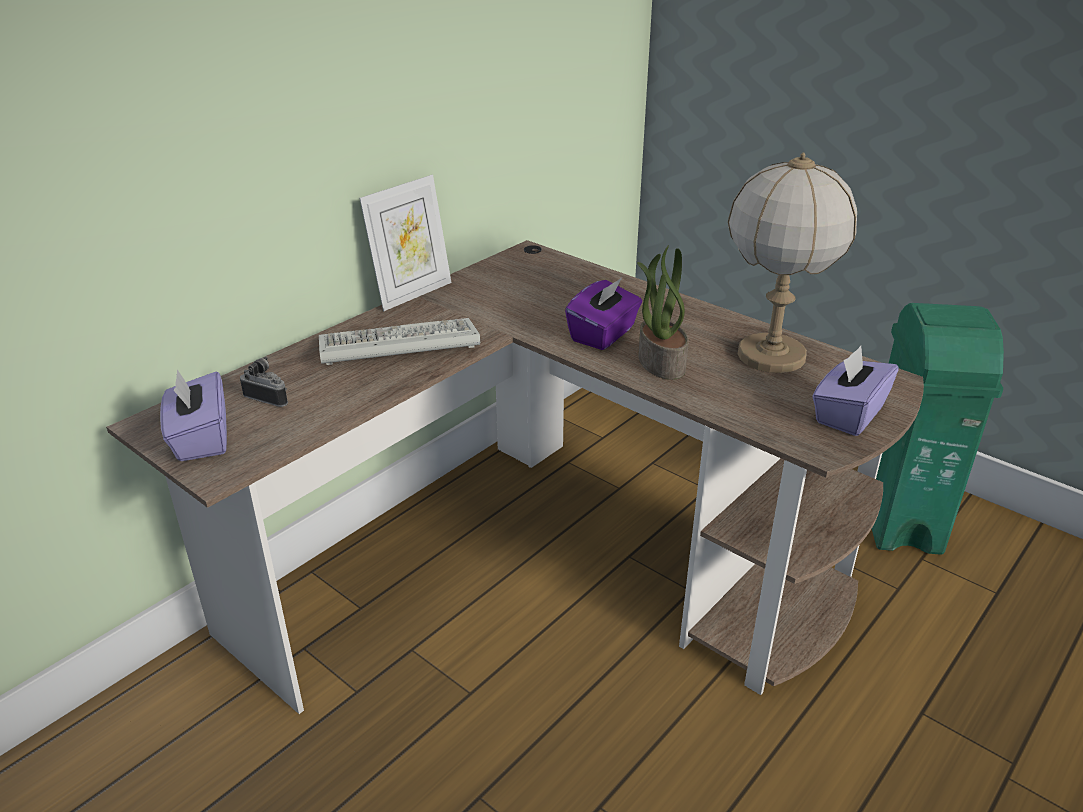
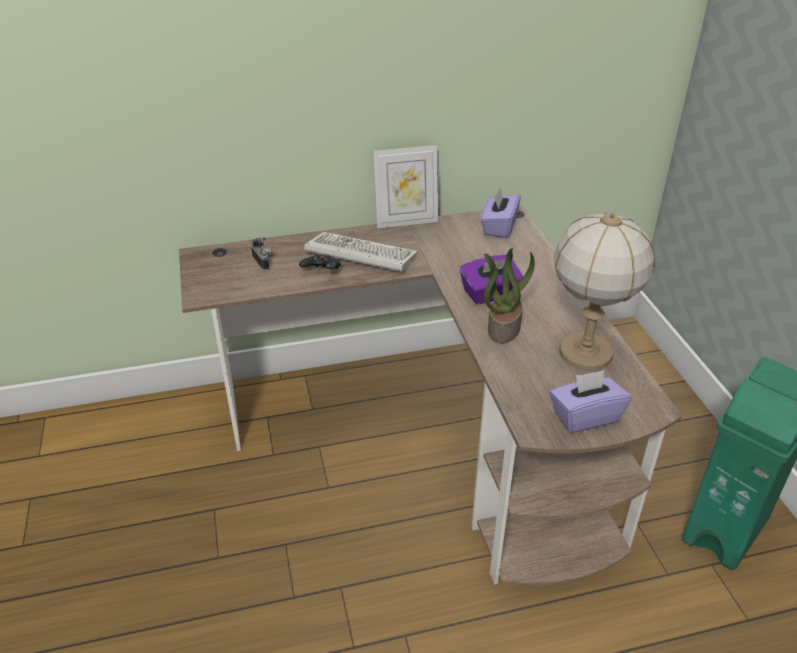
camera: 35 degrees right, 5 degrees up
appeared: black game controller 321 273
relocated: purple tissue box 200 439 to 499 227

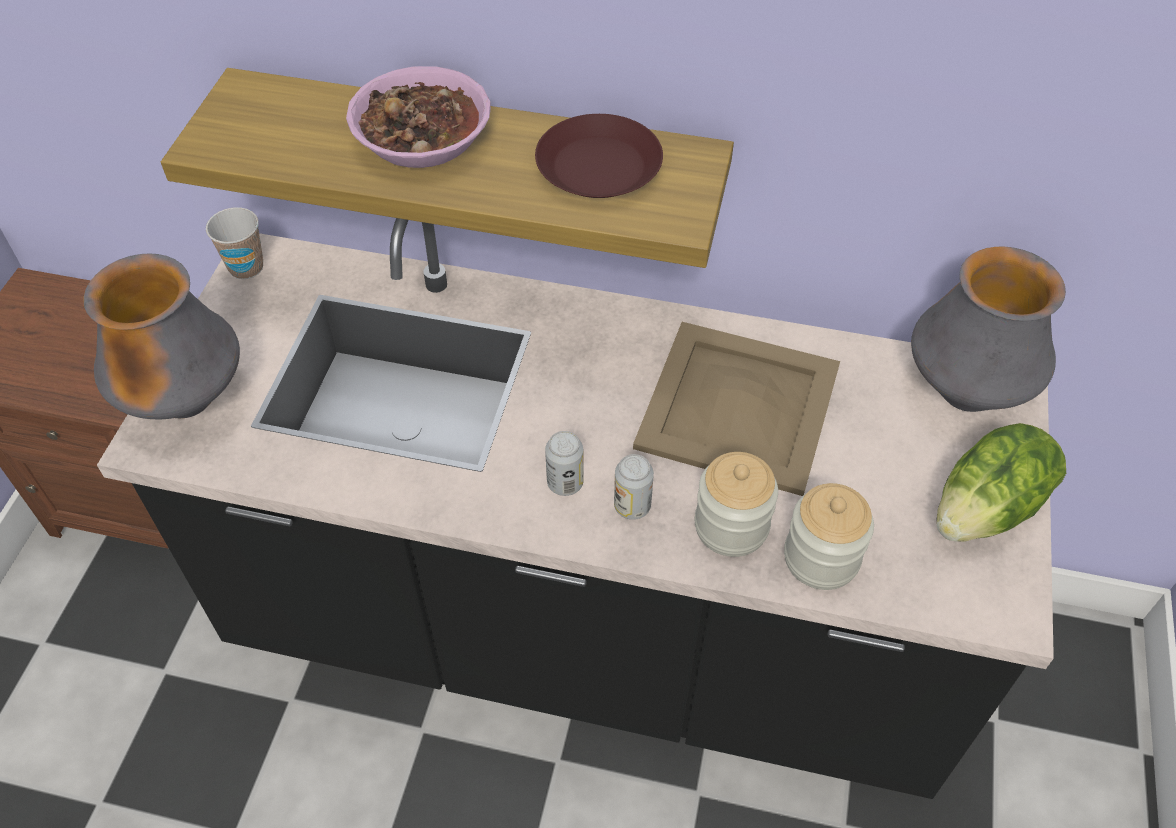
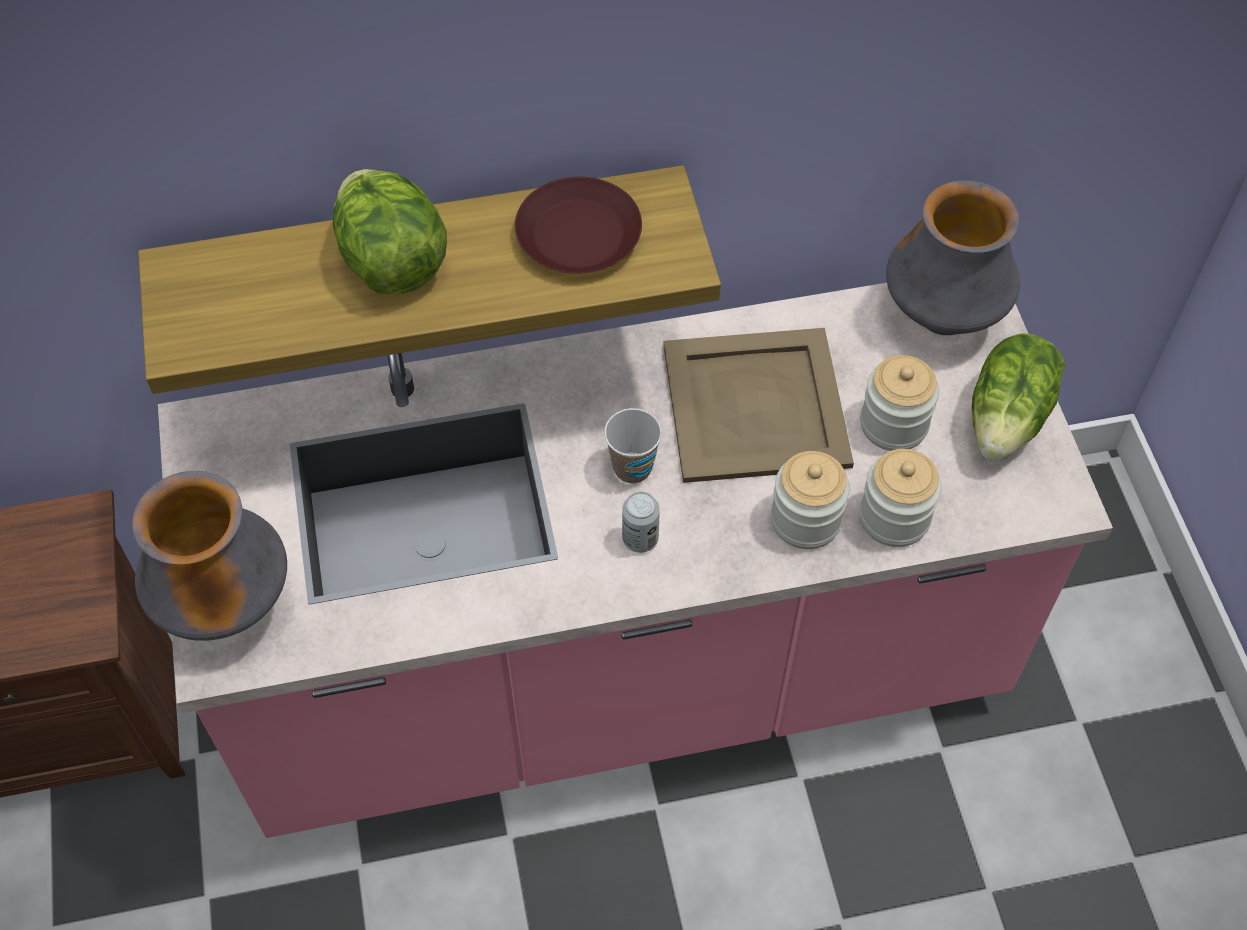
camera: 25 degrees left, 5 degrees up
missing: can 632 506
appeared: jar 893 424
relocated: cup 246 267 to 632 468
exchanged: bowl 421 138 to lettuce 392 262
colour: black counter 588 632 to pink counter 623 672

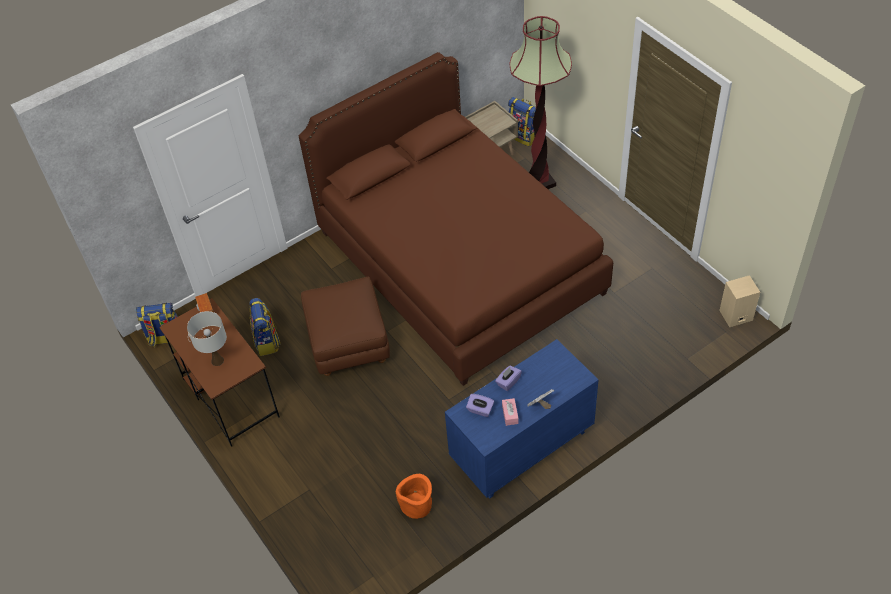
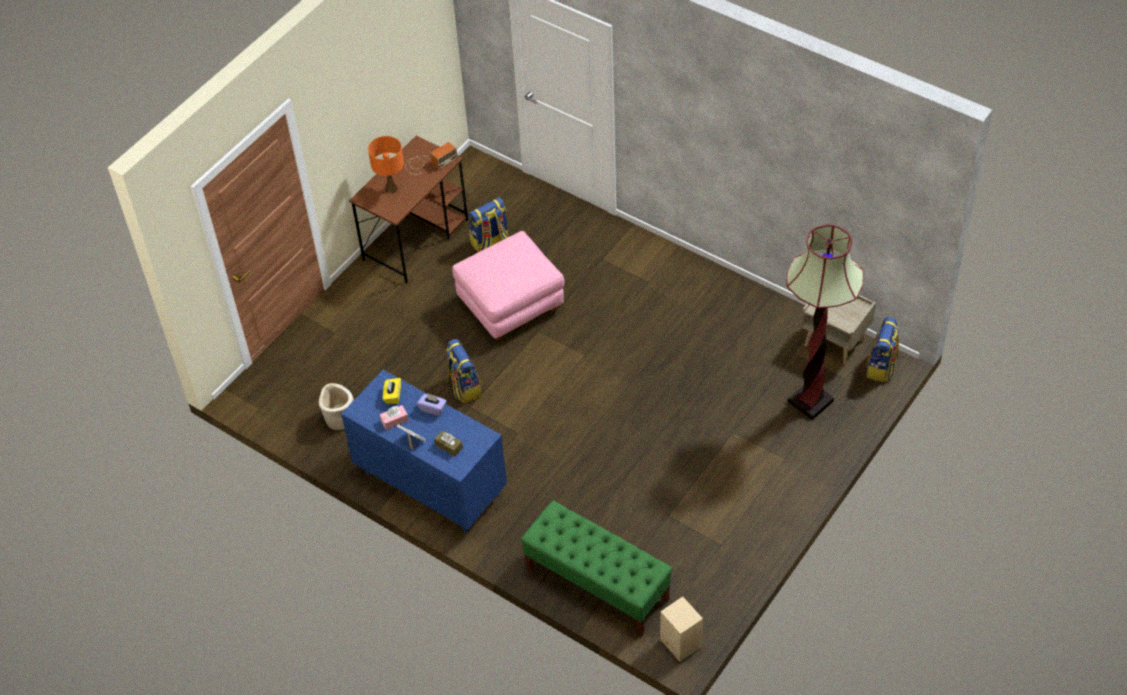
camera: 70 degrees right, 0 degrees up
missing: brown bed 459 262
appeared: brown tissue box 449 446; green bench 596 584
relocated: backpack 165 338 to 464 387
colour: white table lamp 217 361 to orange table lamp 391 189; brown ottoman 348 343 to pink ottoman 510 305; orange planter 416 506 to beige planter 340 418; purple tissue box 480 410 to yellow tissue box 393 396

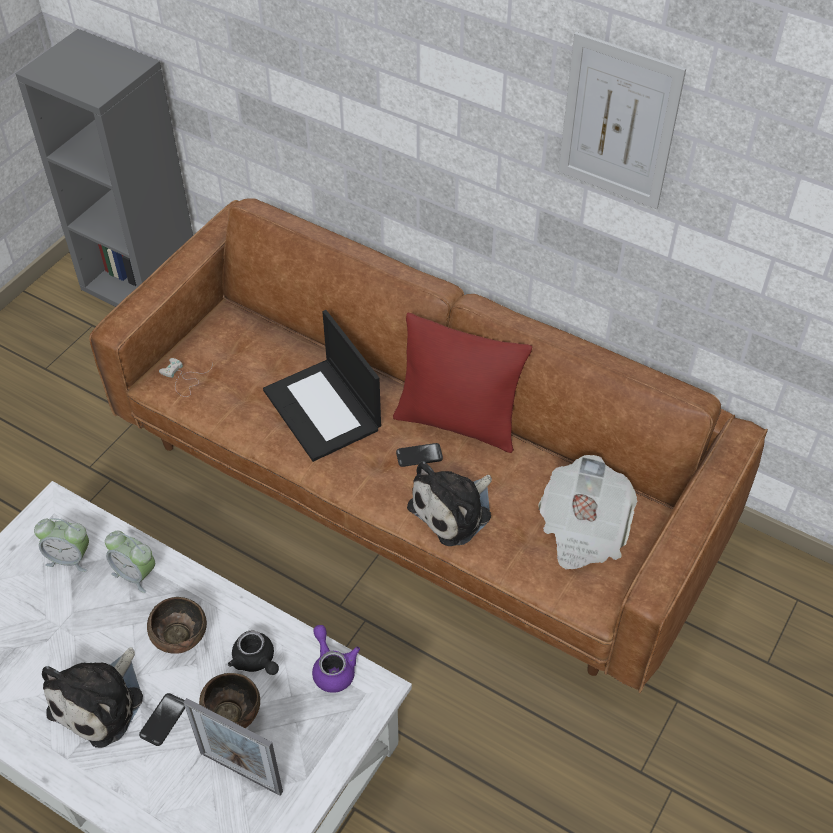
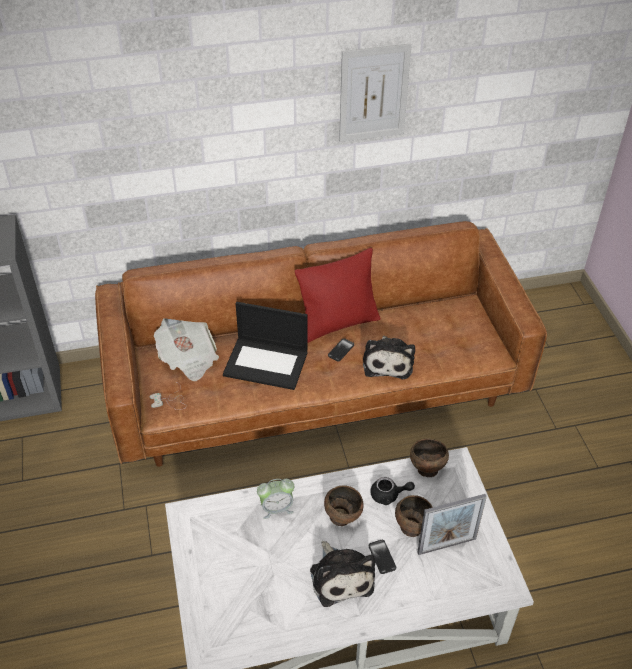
camera: 45 degrees left, 5 degrees down
missing: alarm clock 70 558
relocated: newspaper 583 530 to 188 358
exchanged: purple teapot 332 668 to brown bowl 426 469

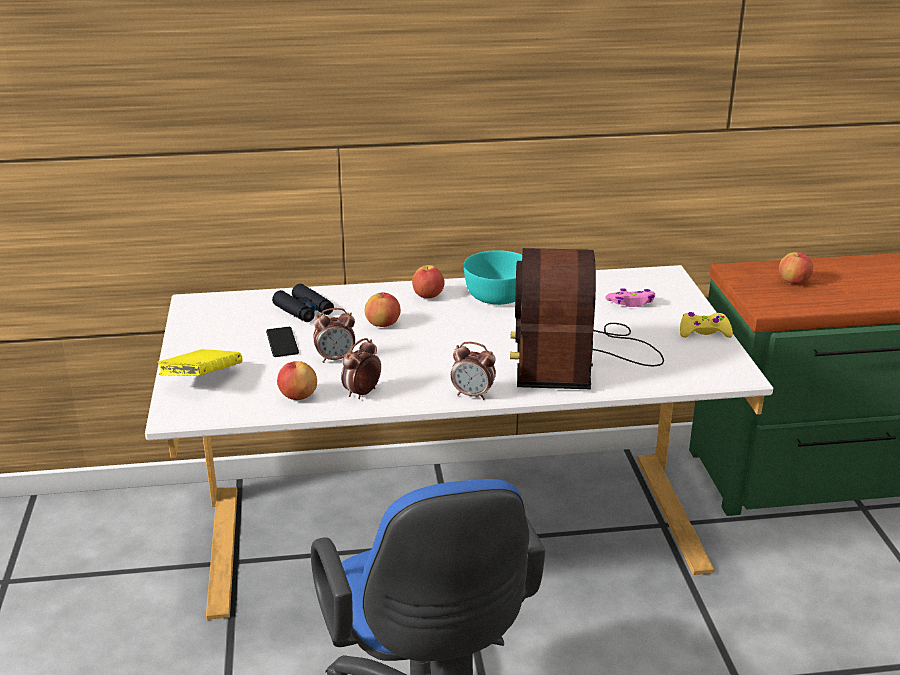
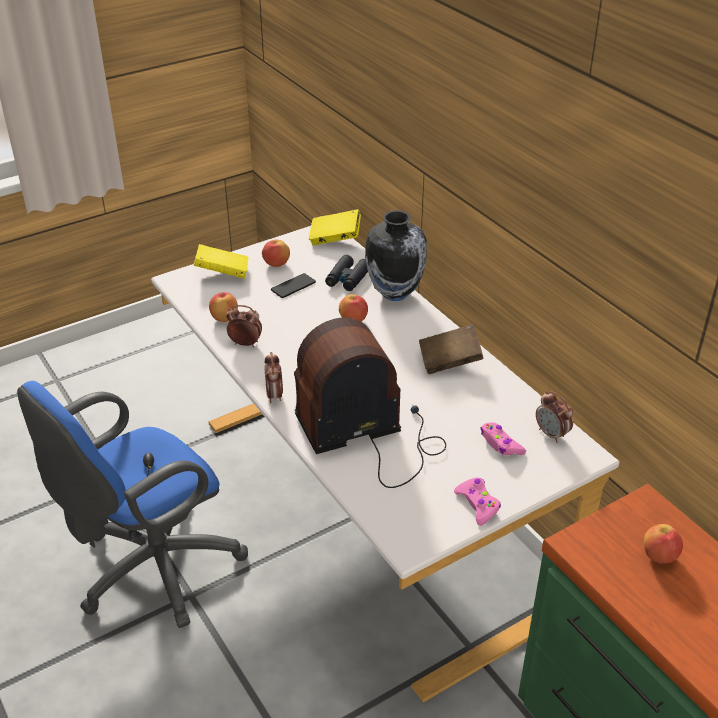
camera: 65 degrees right, 10 degrees up
appeared: yellow book 335 239; vase 395 293
relocated: alarm clock 335 358 to 551 434; apple 428 296 to 276 264
exchanged: turquoise bowl 496 295 to brown book 449 361
colour: yellow game controller 704 332 to pink game controller 478 504

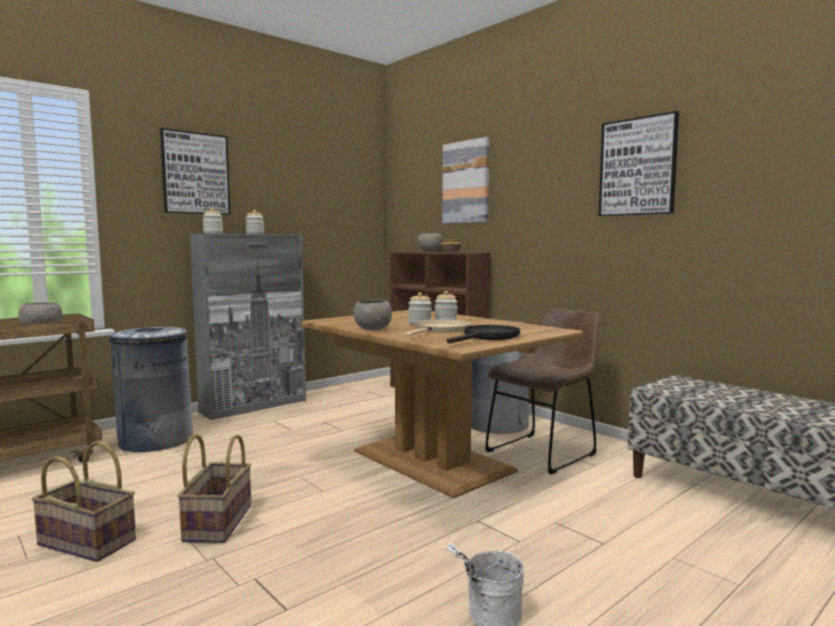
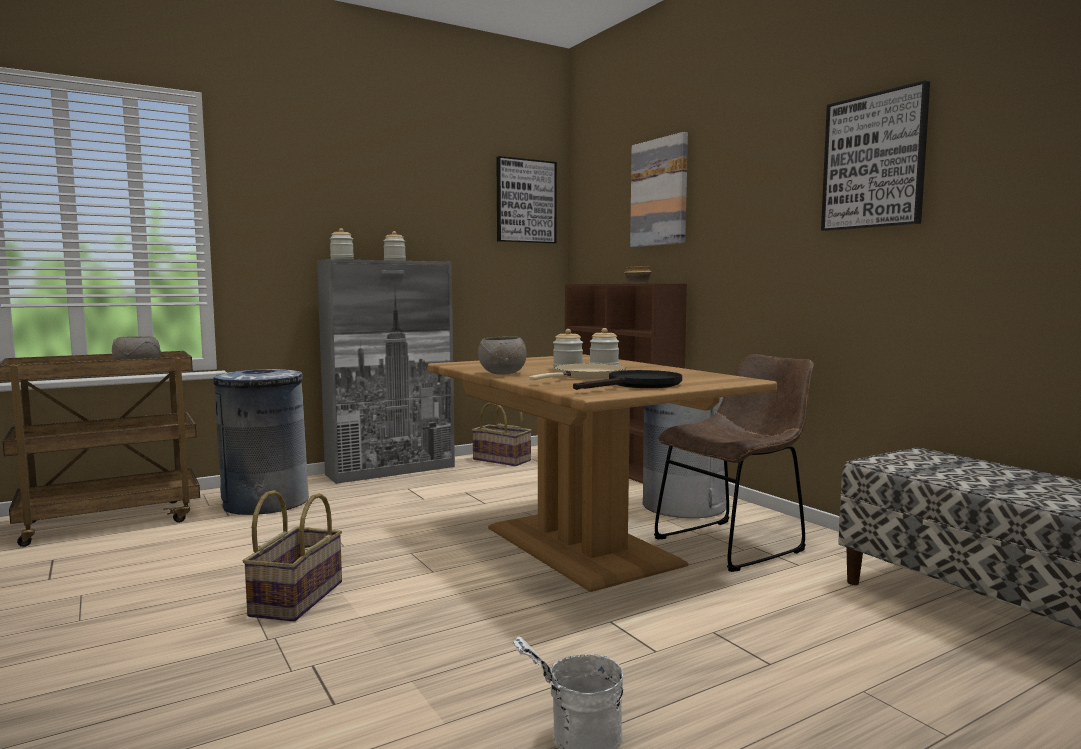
camera: 10 degrees right, 0 degrees up
missing: grey bowl 430 251
relocated: basket 88 542 to 502 460; picture 195 173 to 525 201

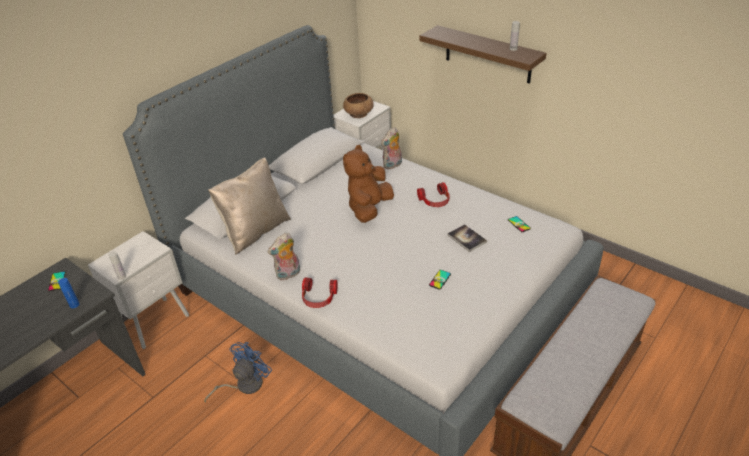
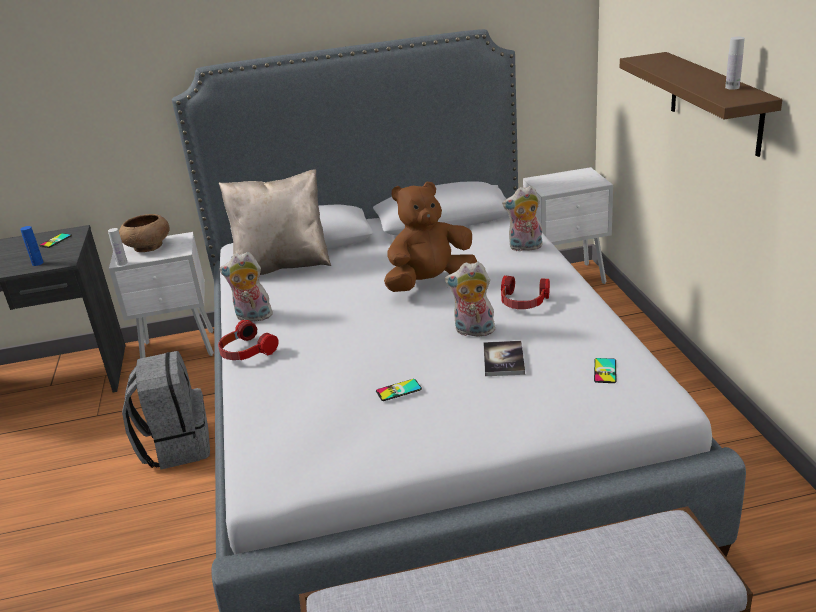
camera: 40 degrees right, 10 degrees down
appeared: plush toy 473 332
relocated: brown bowl 358 114 to 148 246
exchanged: blue fan 244 385 to grey backpack 176 446

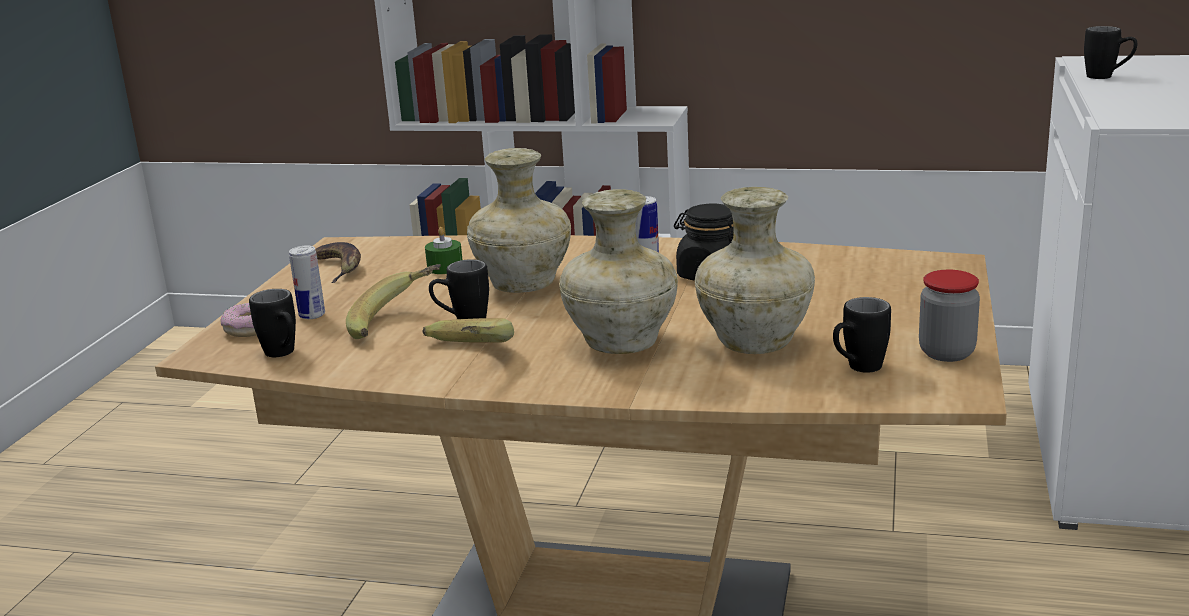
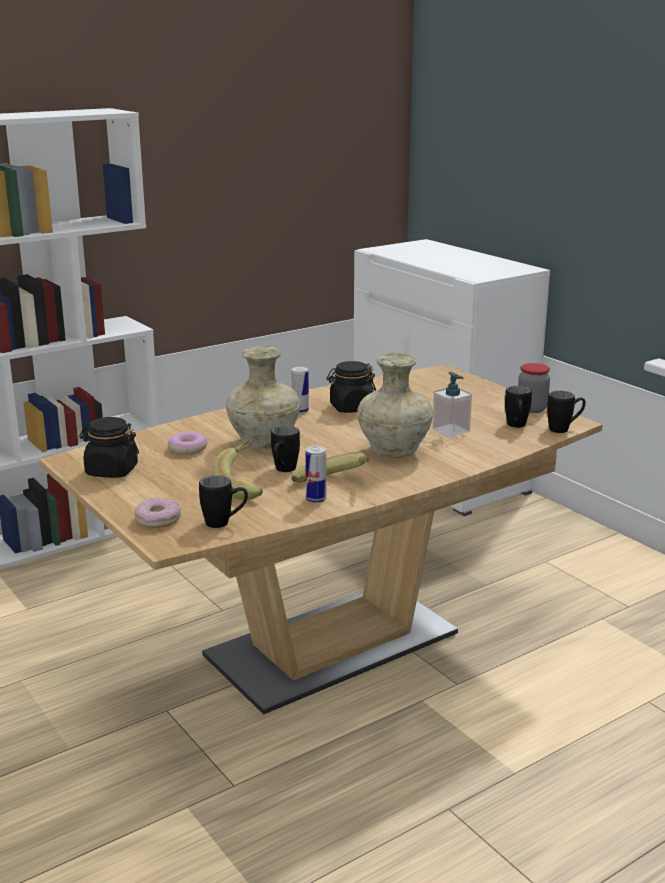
camera: 50 degrees left, 0 degrees up
relocated: can 312 315 to 316 499; black mug 1107 77 to 564 429
exchanged: banana 338 267 to black jar 111 471; green candle 445 267 to donut 187 449; beige vase 756 342 to soap dispenser 451 430

